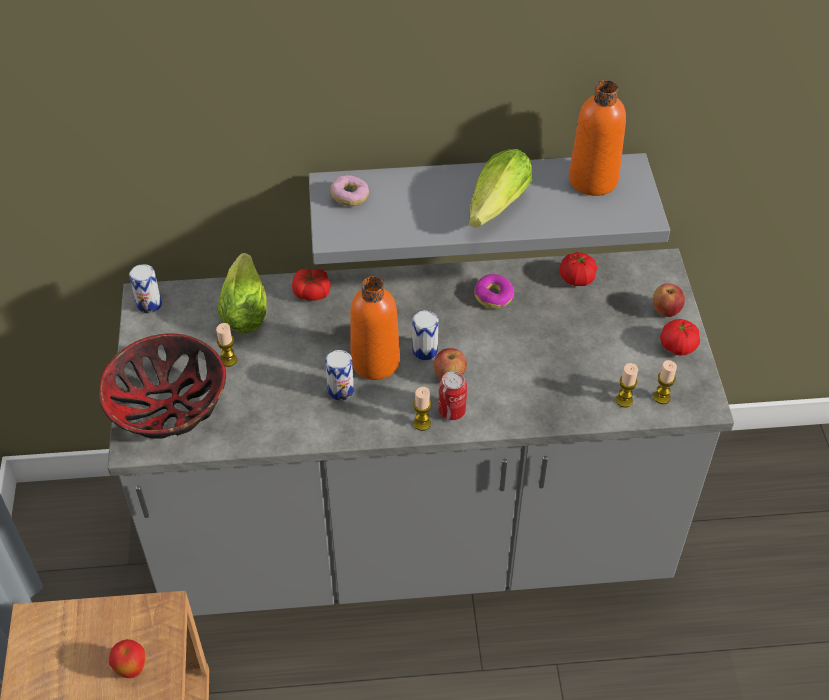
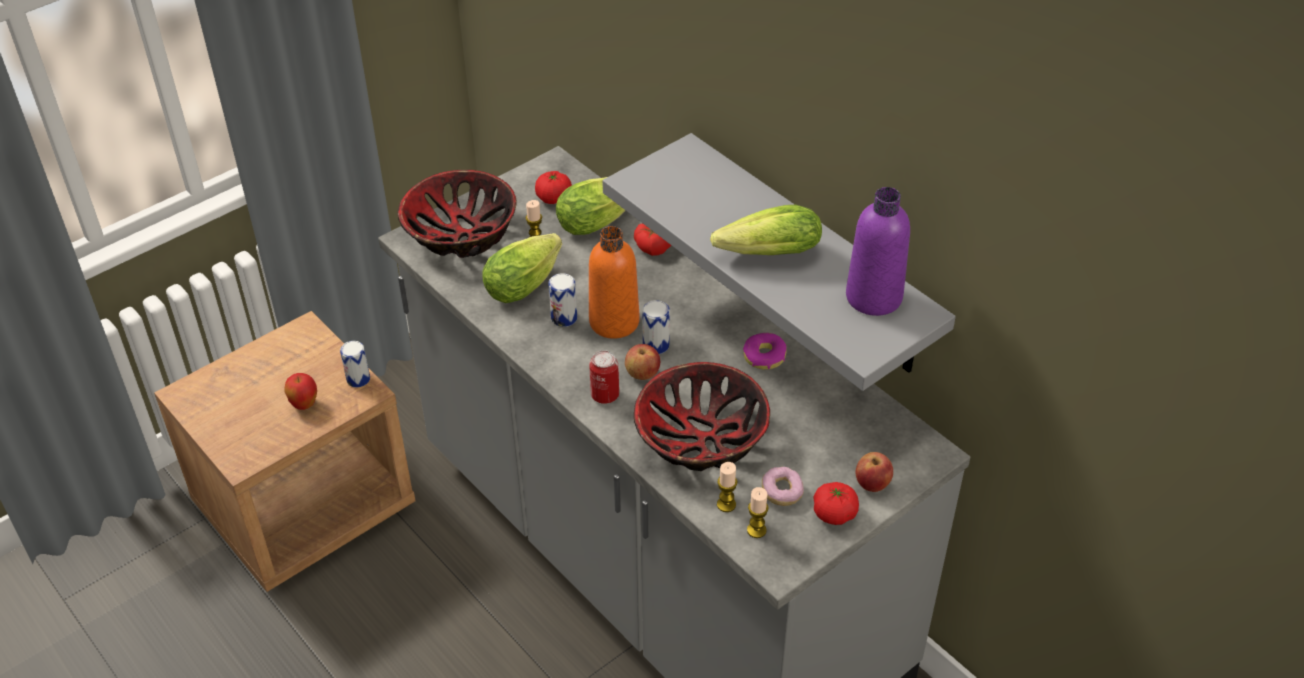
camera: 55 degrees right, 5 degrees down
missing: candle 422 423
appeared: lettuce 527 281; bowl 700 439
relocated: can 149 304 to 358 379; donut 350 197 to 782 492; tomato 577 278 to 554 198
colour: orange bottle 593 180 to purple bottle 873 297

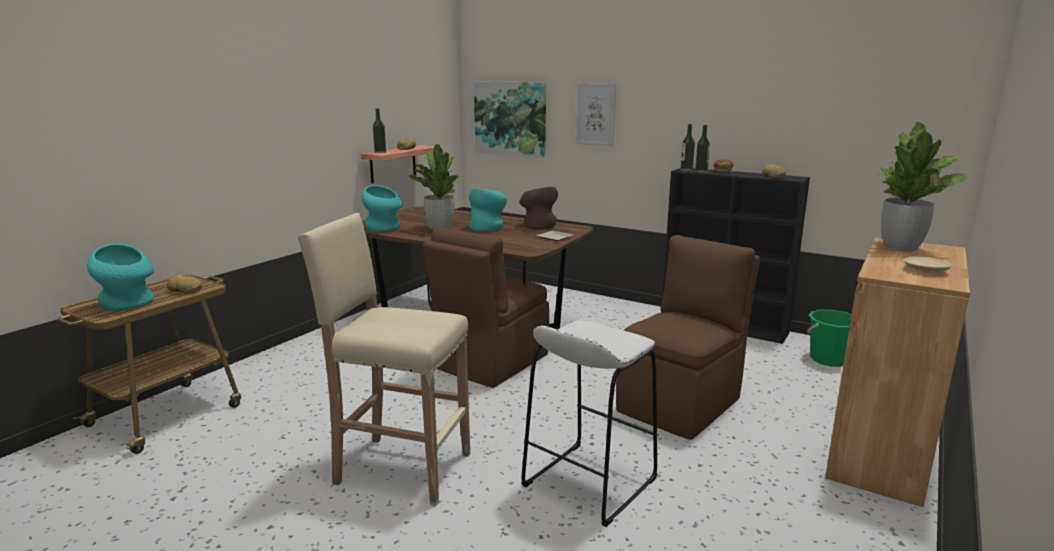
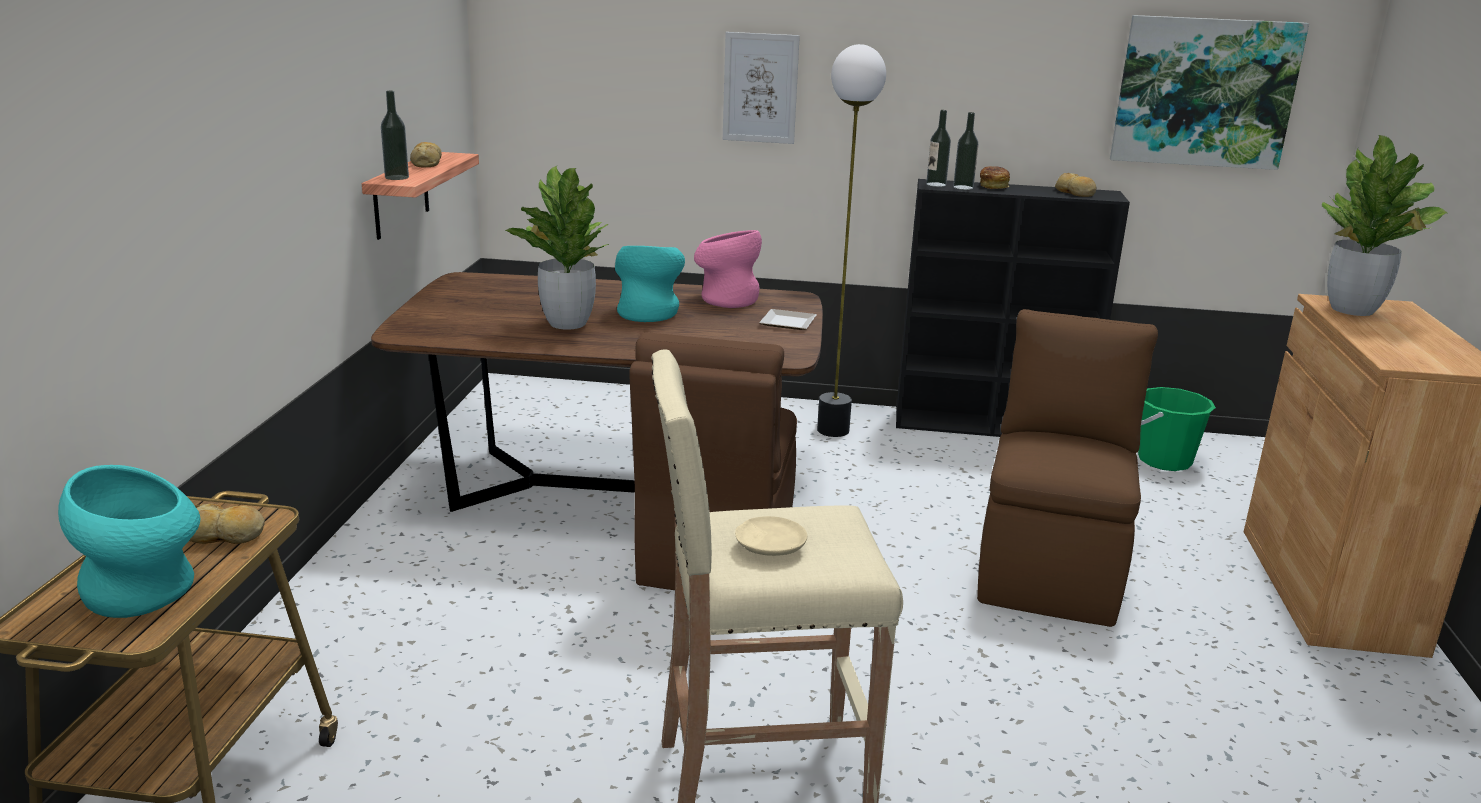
camera: 25 degrees left, 5 degrees up
missing: turquoise vase 384 229; white stool 589 482
appeared: floor lamp 833 430
relocated: picture 510 118 to 1204 92; beige plate 925 270 to 770 546
colour: brown vase 538 225 to pink vase 726 299

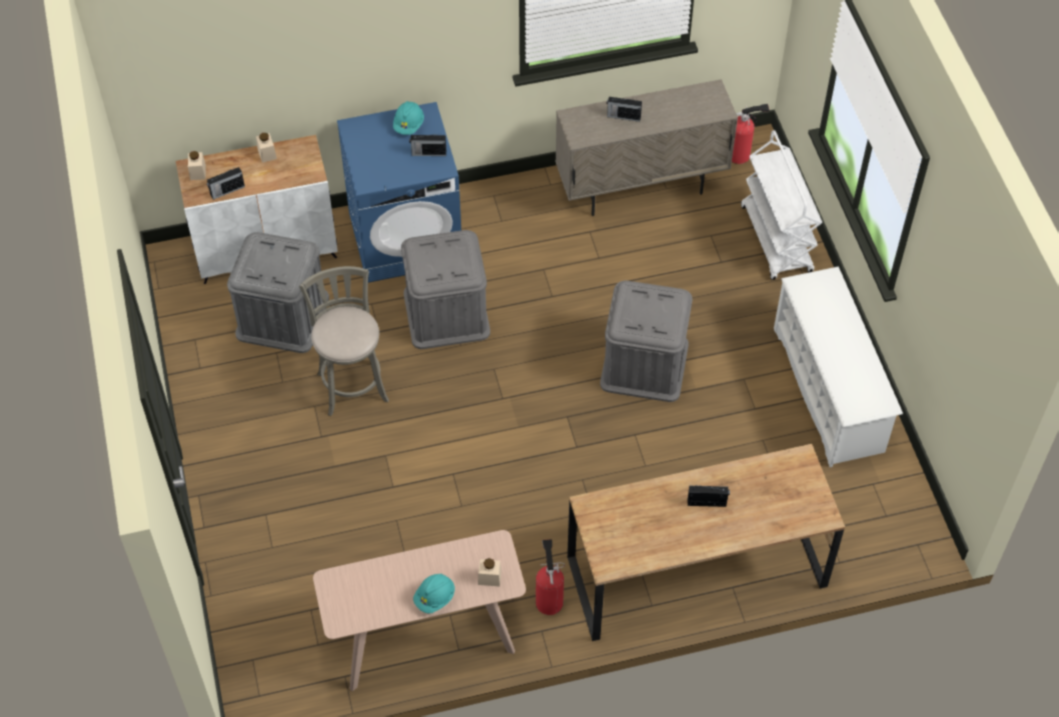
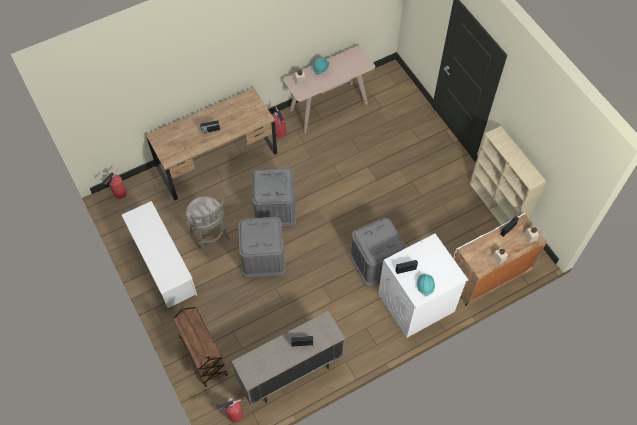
camera: 165 degrees right, 5 degrees up
appeared: fire extinguisher 119 194; beige bookcase 497 206
relocated: grey storage box 282 316 to 275 208; grey stool 352 384 to 210 237
colour: blue washing machine 406 237 to white washing machine 415 303; white cart 776 239 to brown cart 202 355

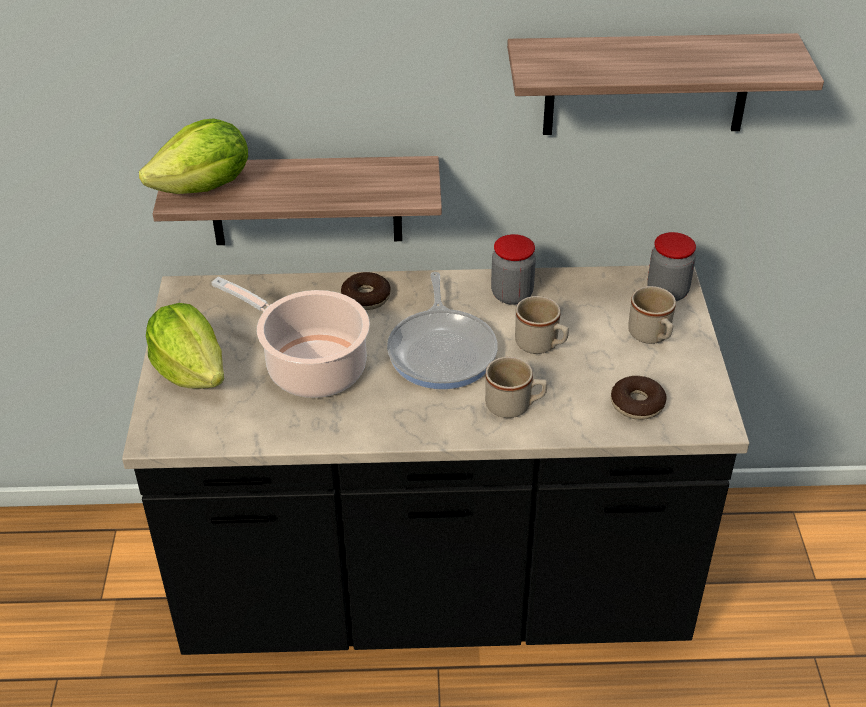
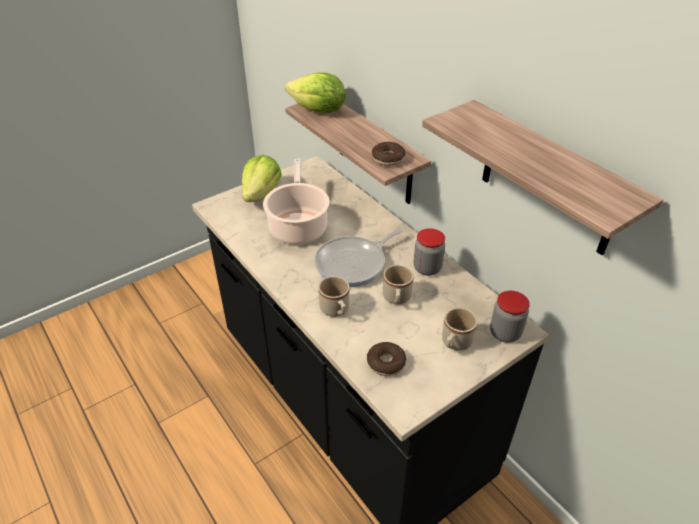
camera: 55 degrees right, 0 degrees up
relocated: donut 366 298 to 388 159

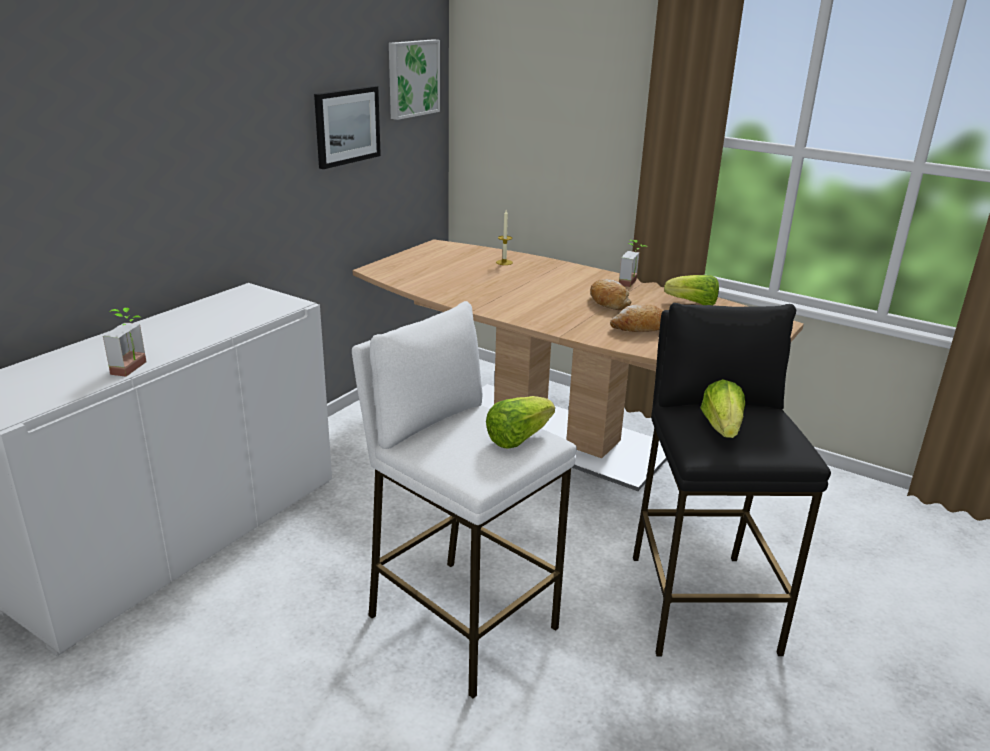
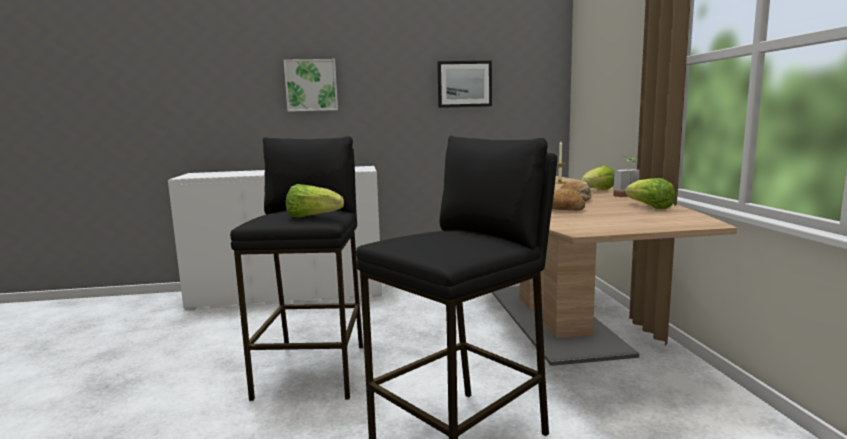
camera: 50 degrees right, 15 degrees down
missing: potted plant 135 369
relocated: picture 412 78 to 311 85; lettuce 722 428 to 598 190
colour: white stool 462 622 to black stool 314 370

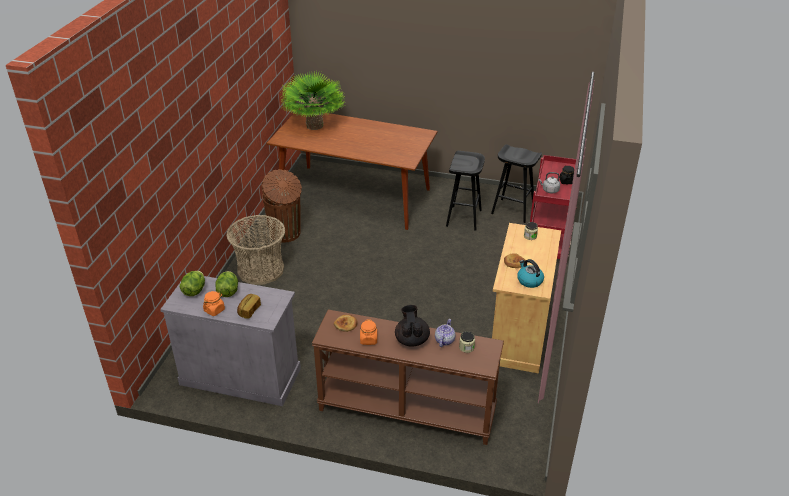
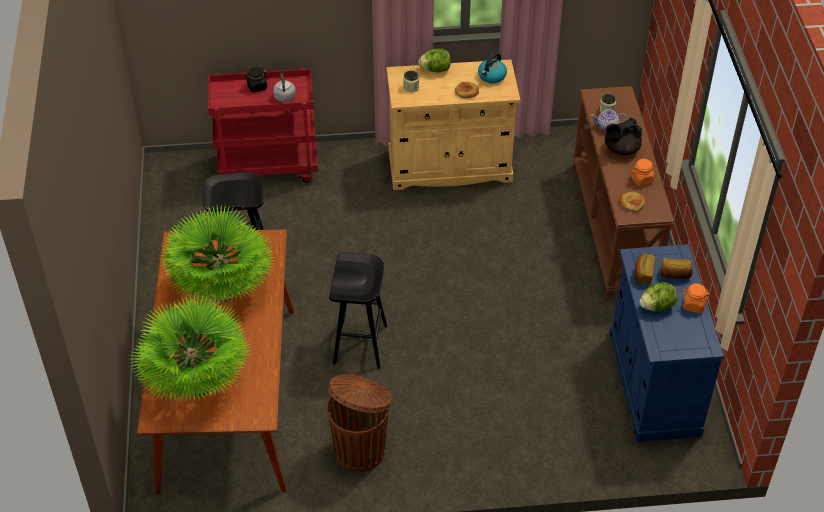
camera: 110 degrees left, 10 degrees up
missing: basket 260 270
appeared: potted plant 223 291; bread 643 274
relocated: lettuce 194 291 to 435 69; black stool 512 210 to 361 345
colour: grey cabinet 241 376 to blue cabinet 653 383

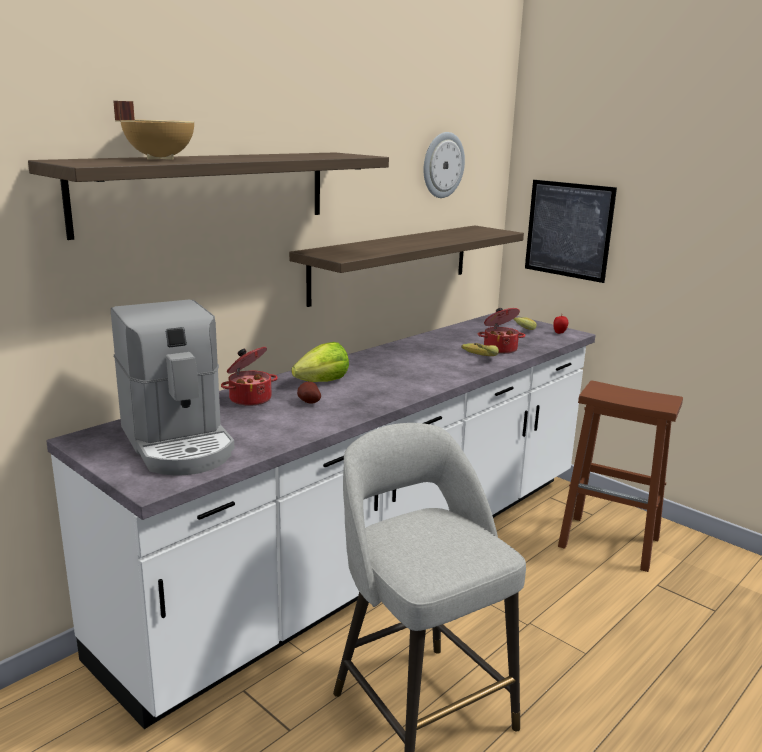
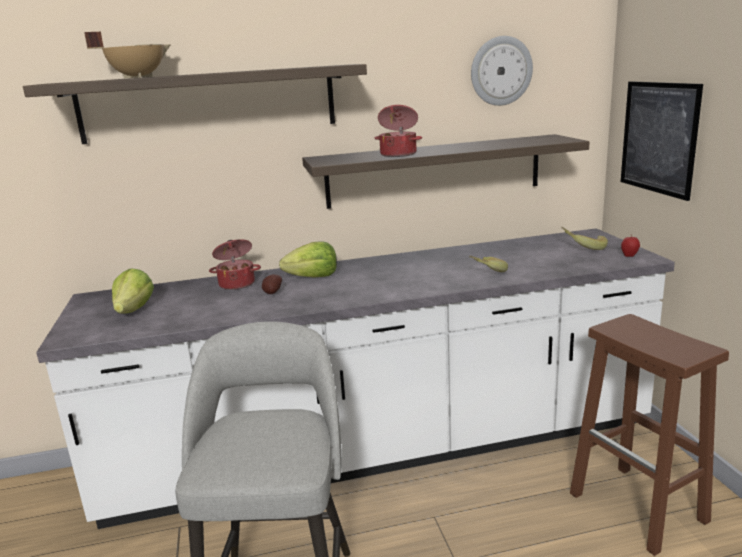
camera: 35 degrees right, 0 degrees up
relocated: cooking pot 500 349 to 399 154
exchanged: coffee machine 178 443 to lettuce 134 310

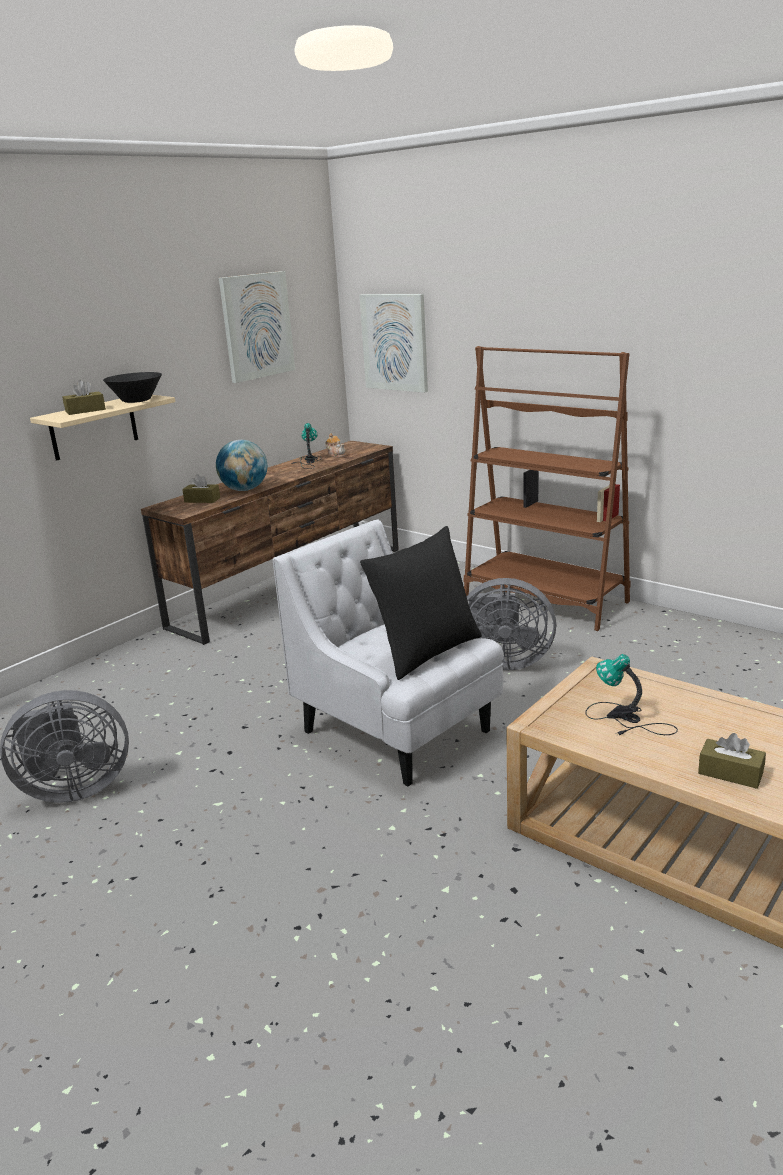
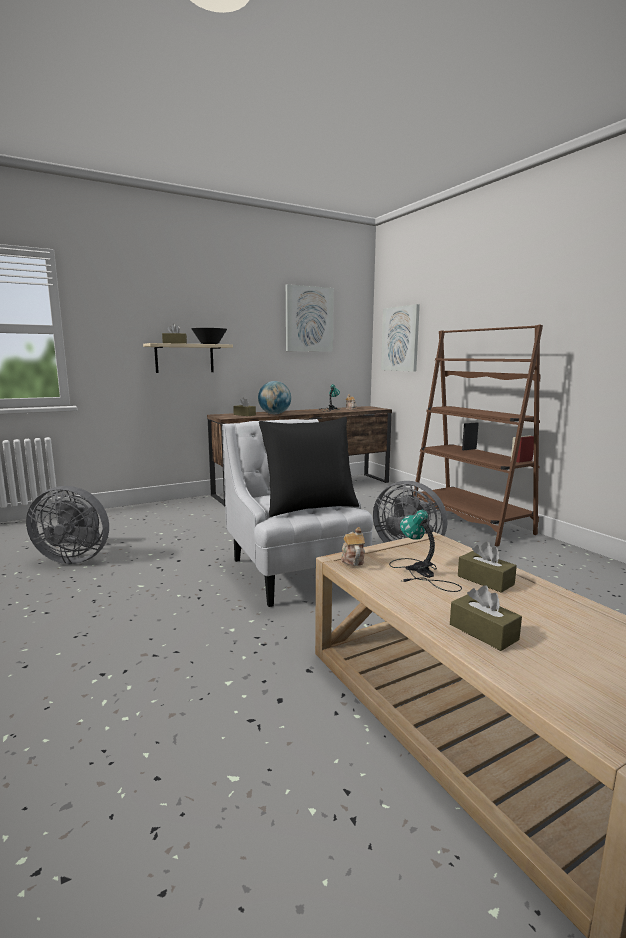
camera: 20 degrees right, 10 degrees down
appeared: teapot 352 559; brown tissue box 485 580

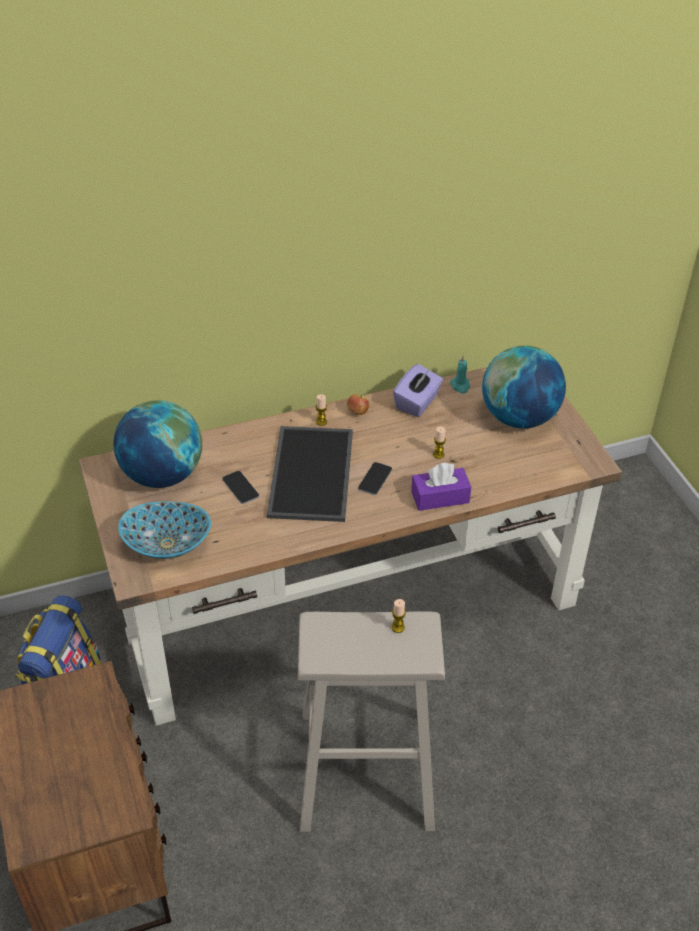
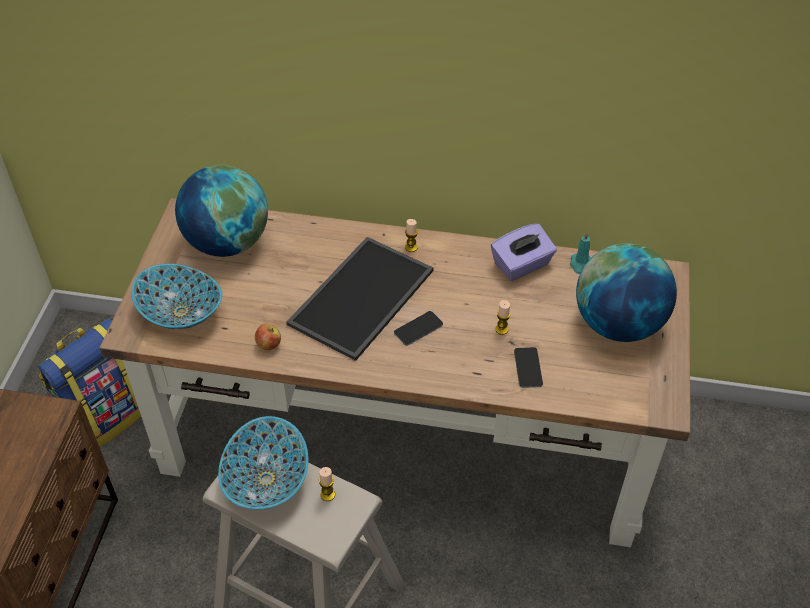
camera: 30 degrees right, 5 degrees up
missing: purple tissue box 440 497
appeared: bowl 265 480
relocated: phone 240 487 to 528 368; apple 357 412 to 268 345

